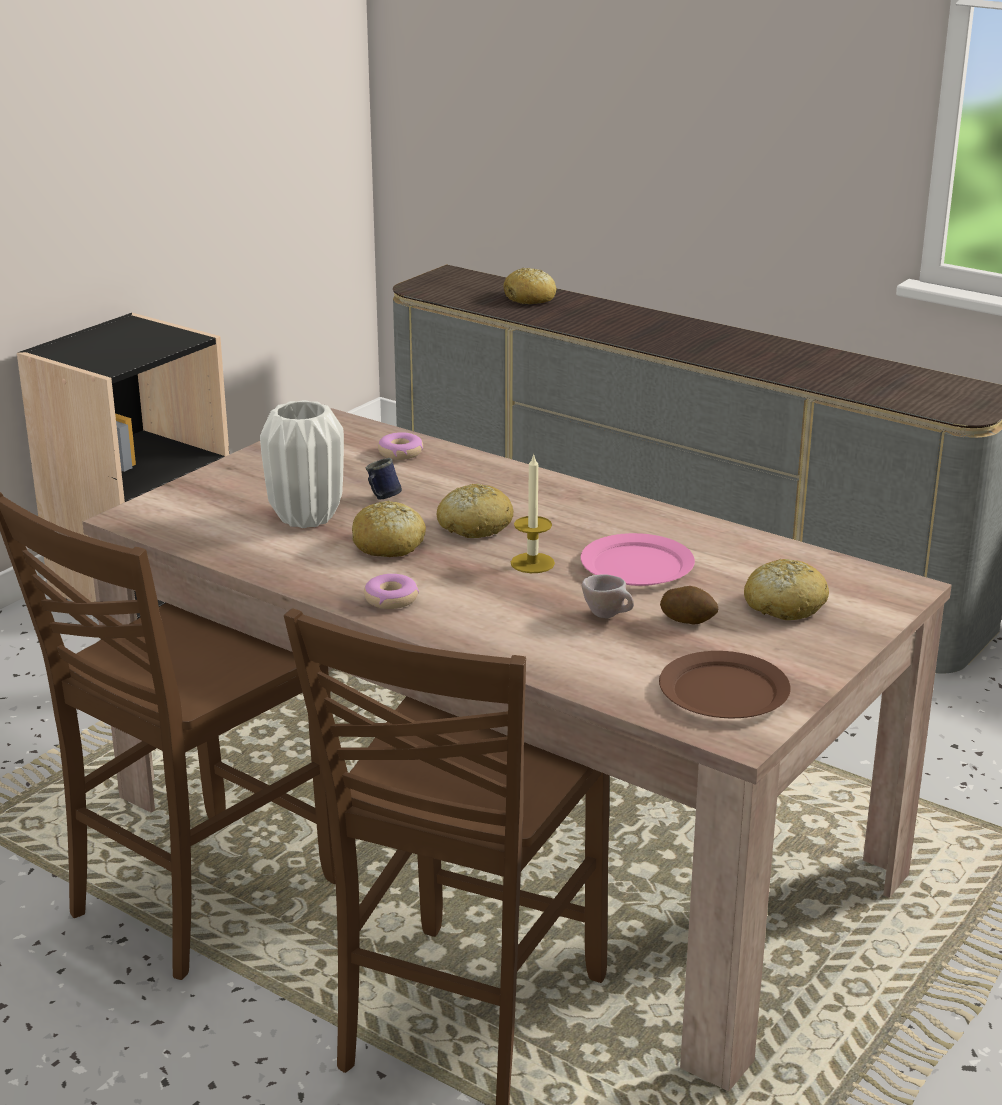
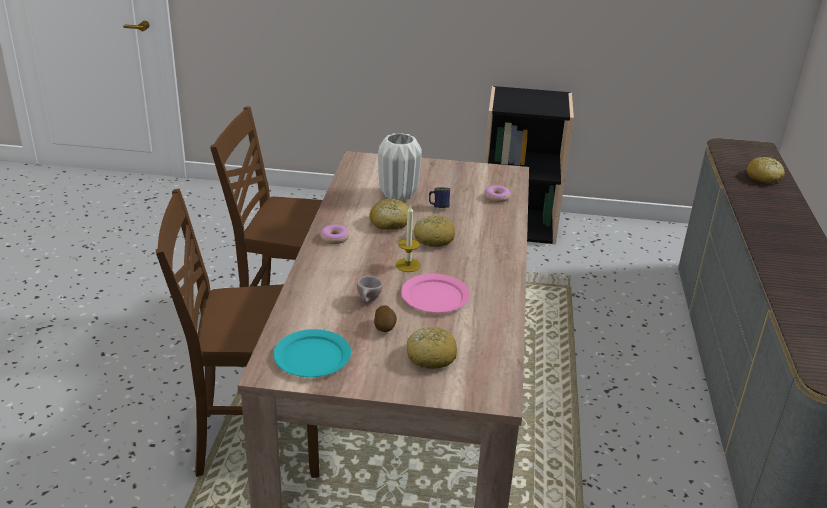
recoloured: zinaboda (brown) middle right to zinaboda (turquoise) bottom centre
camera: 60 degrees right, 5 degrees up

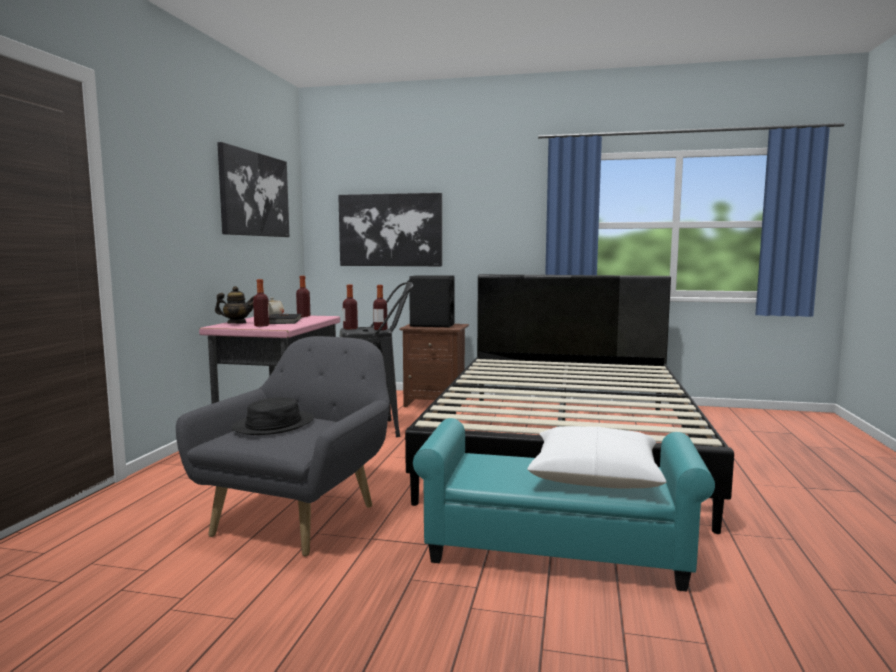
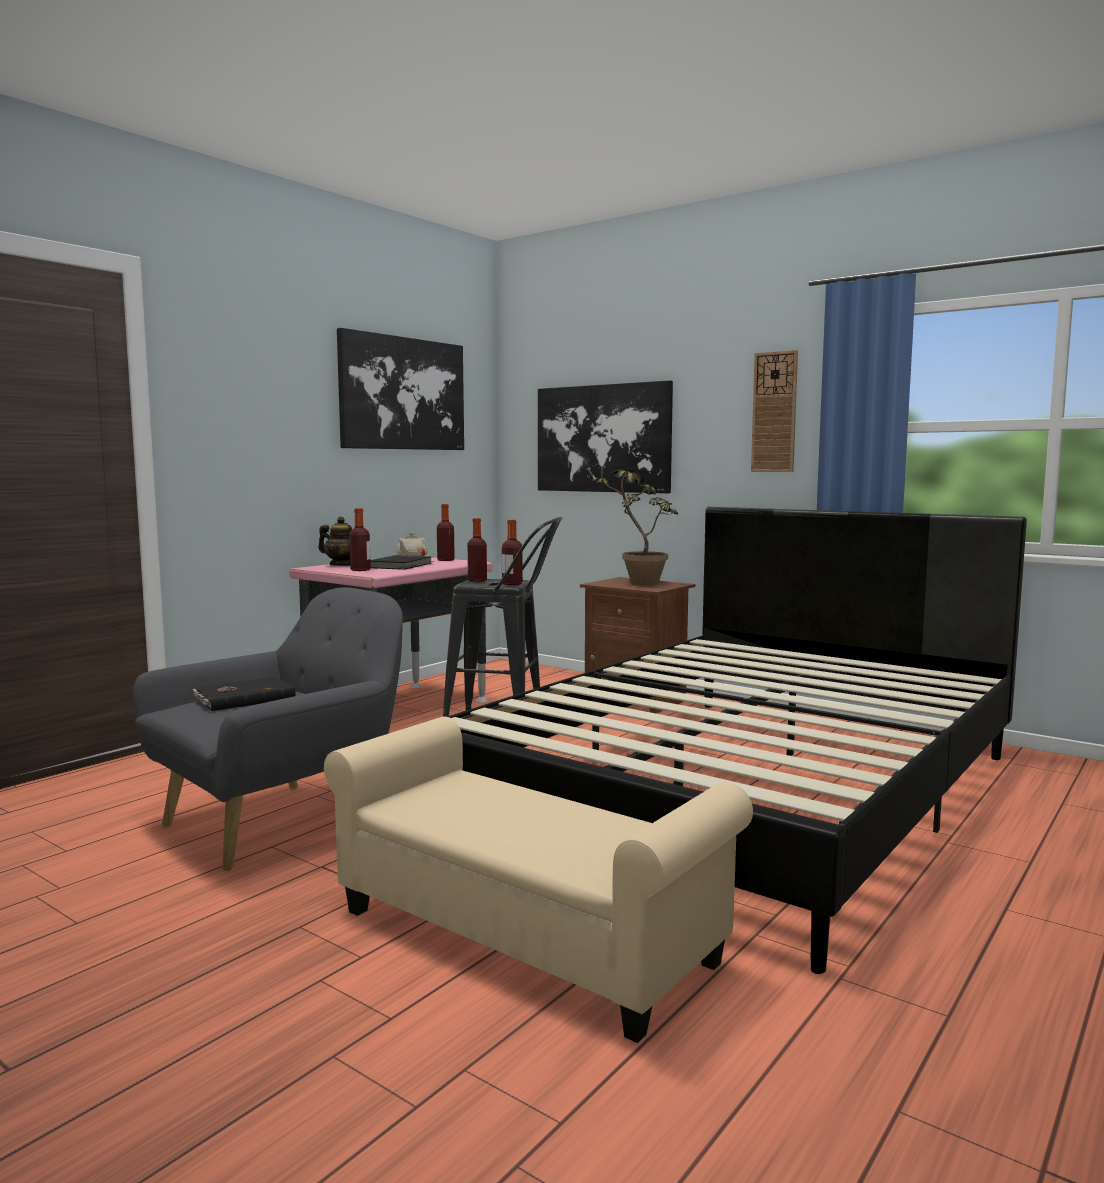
removed: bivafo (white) bottom centre
added: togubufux middle right
replaced: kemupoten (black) middle left to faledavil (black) (1st from left) middle left; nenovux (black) centre to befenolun centre
recoloured: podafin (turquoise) bottom centre to podafin (beige) bottom centre
camera: 25 degrees right, 0 degrees up

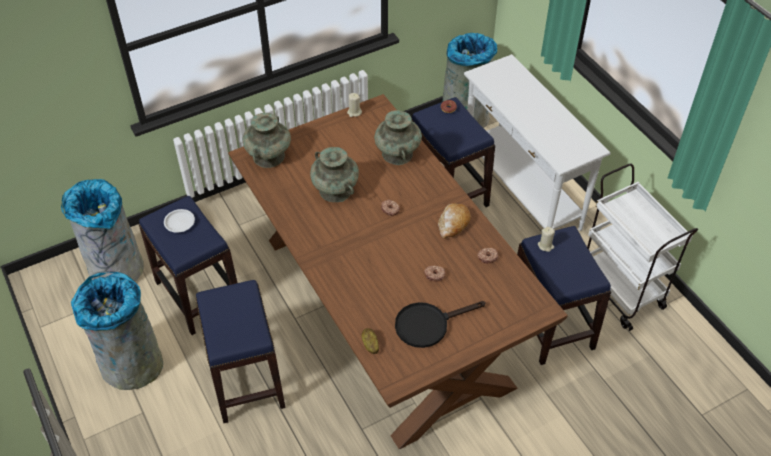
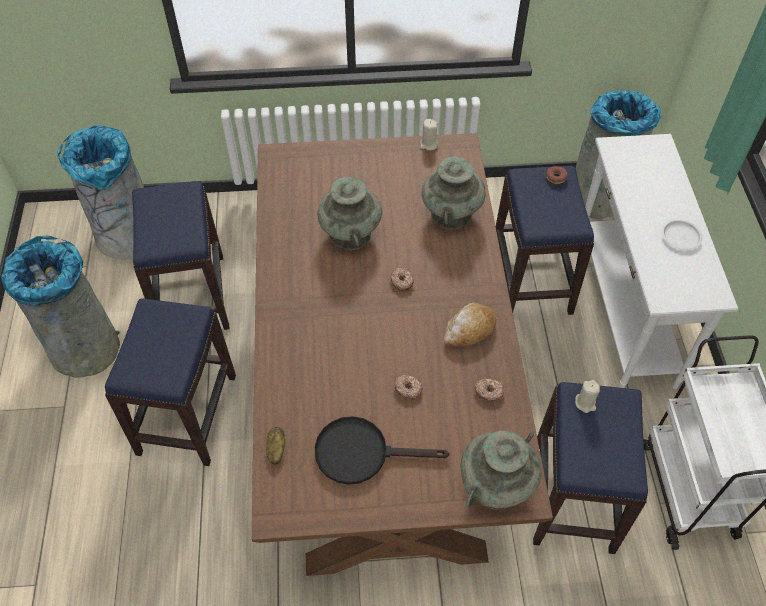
moved: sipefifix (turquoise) (1st from left in the first image) top centre to sipefifix (turquoise) (3rd from left) bottom centre; zinaboda (white) middle left to middle right
camera: 25 degrees right, 5 degrees up

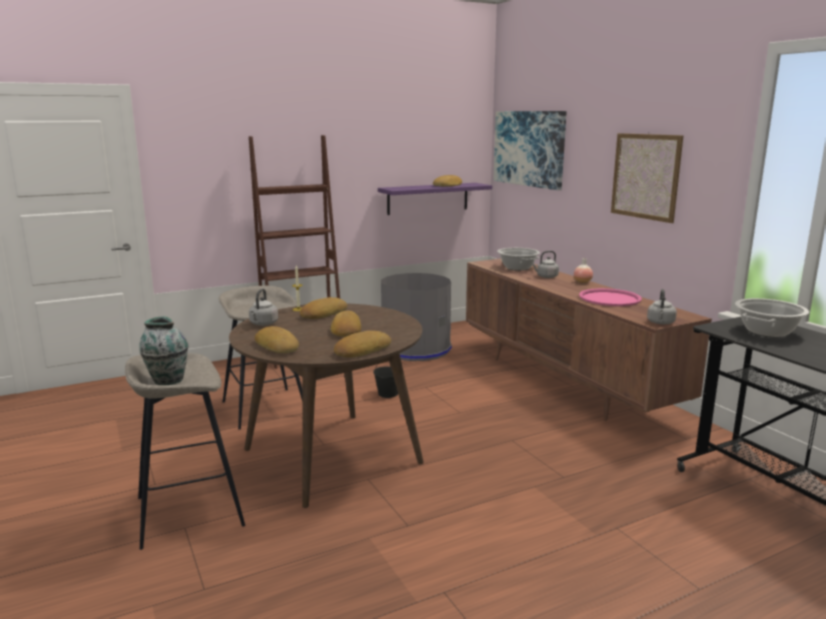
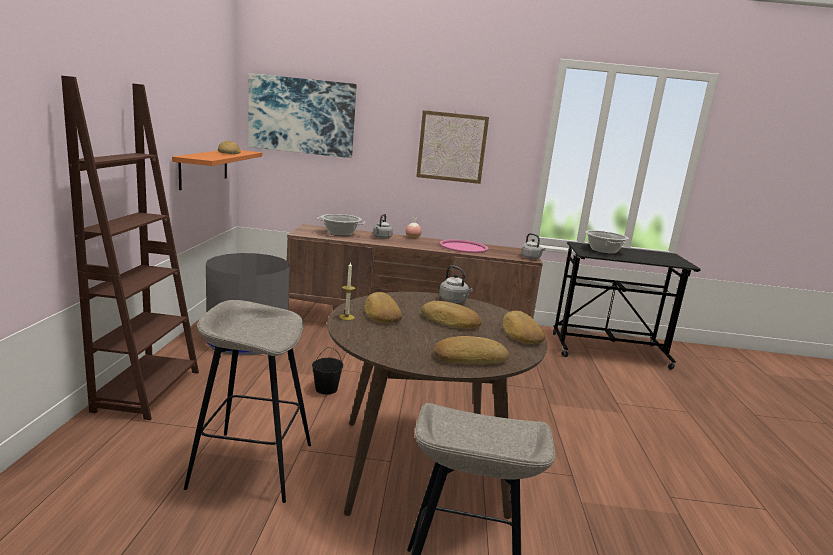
removed: sipefifix (1st from left) middle left
moved: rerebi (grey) (1st from left in the first image) middle left to rerebi (grey) (2nd from left) centre
recoloured: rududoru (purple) top centre to rududoru (orange) top left
camera: 60 degrees left, 0 degrees up

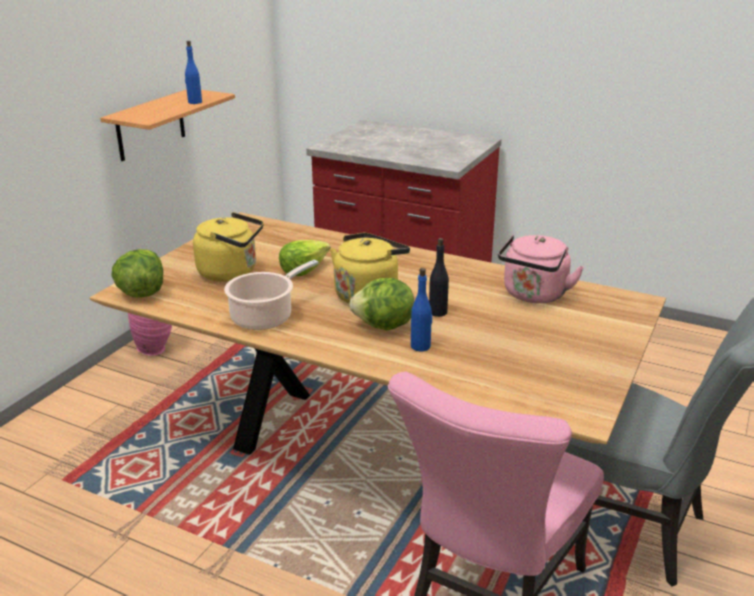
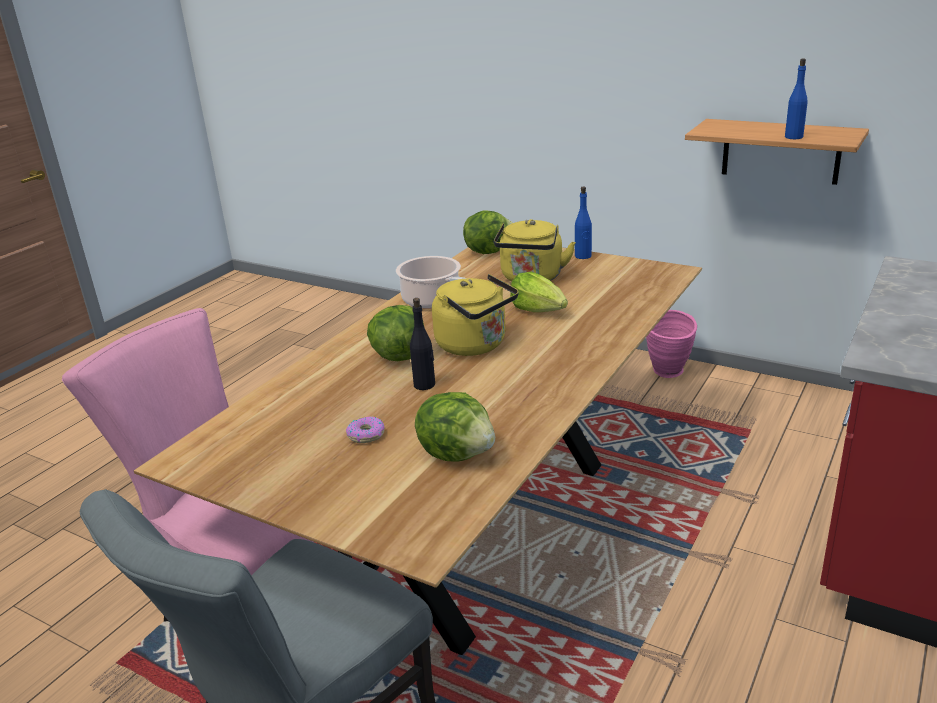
added: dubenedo centre
moved: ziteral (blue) (2nd from left in the first image) centre to ziteral (blue) (1st from left) top centre
replaced: rerebi (pink) middle right to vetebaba (2nd from left) centre
camera: 95 degrees right, 0 degrees up

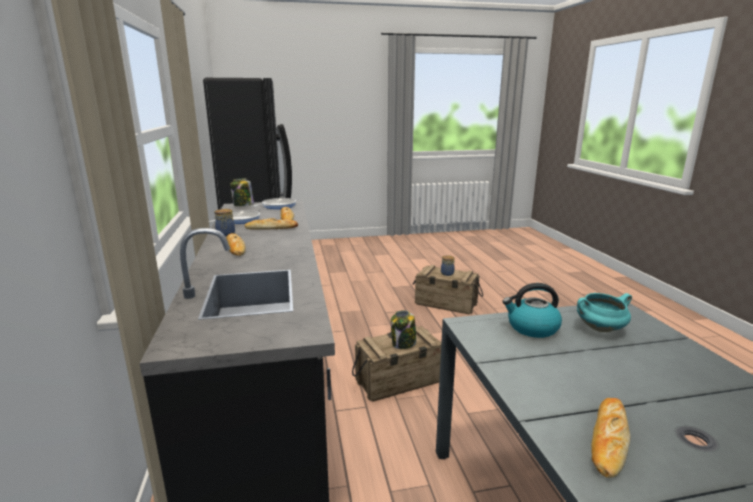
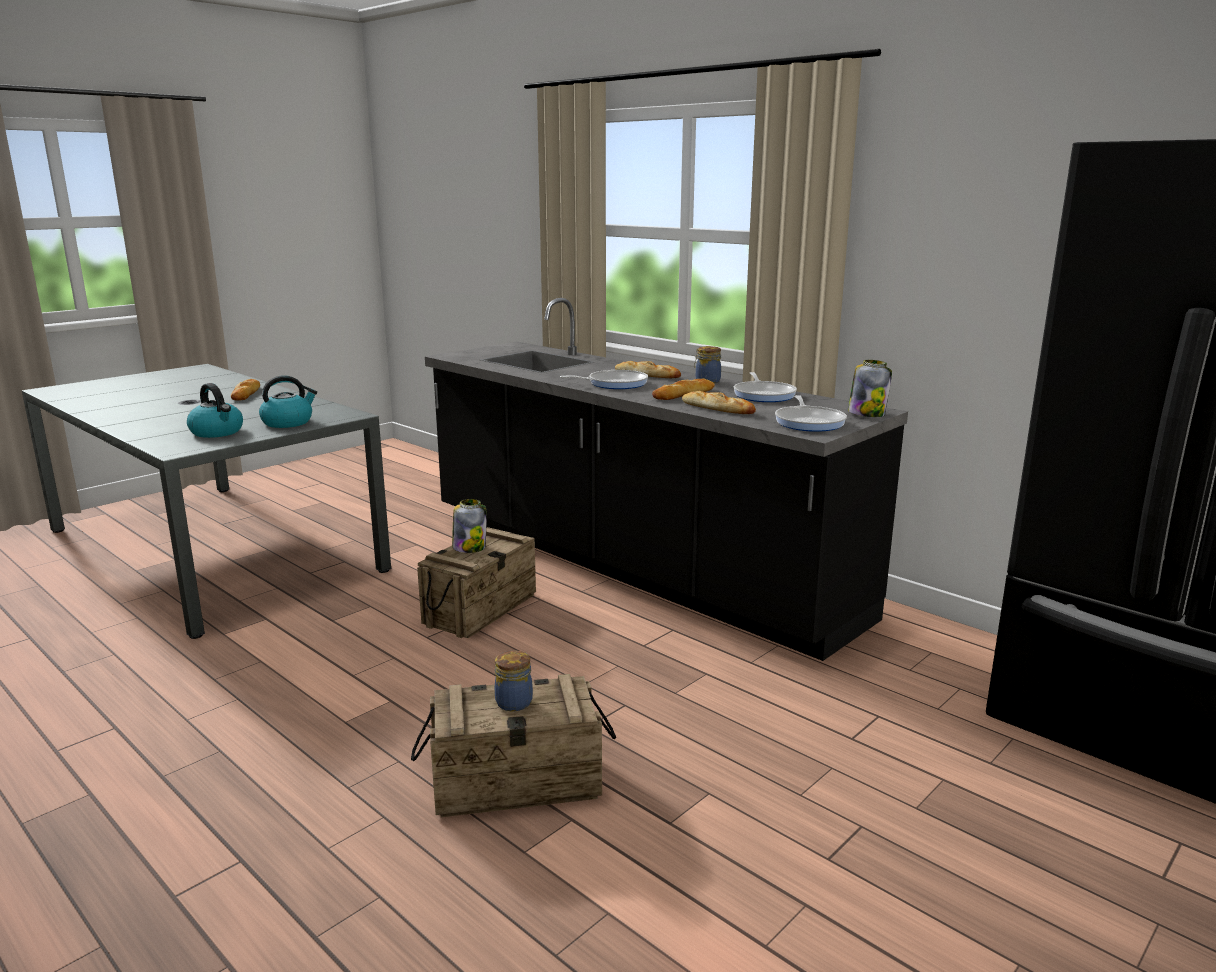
added: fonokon (1st from left) centre
replaced: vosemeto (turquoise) middle right to rerebi (1st from left) middle left
camera: 145 degrees right, 0 degrees up

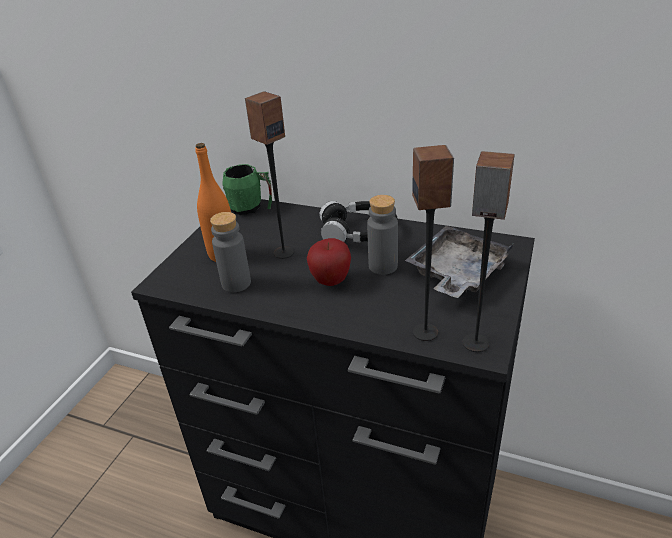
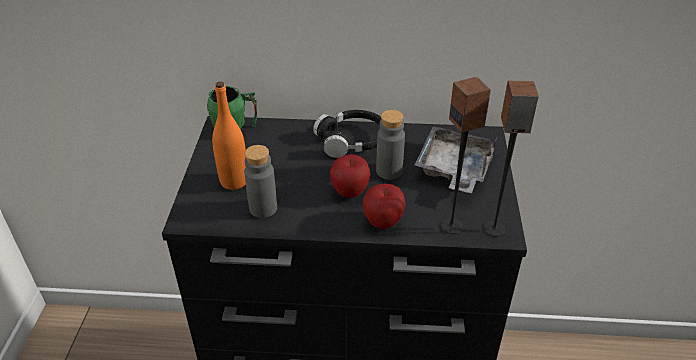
removed: nenovux (1st from left) top centre
added: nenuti (2nd from left) centre
camera: 20 degrees left, 5 degrees up

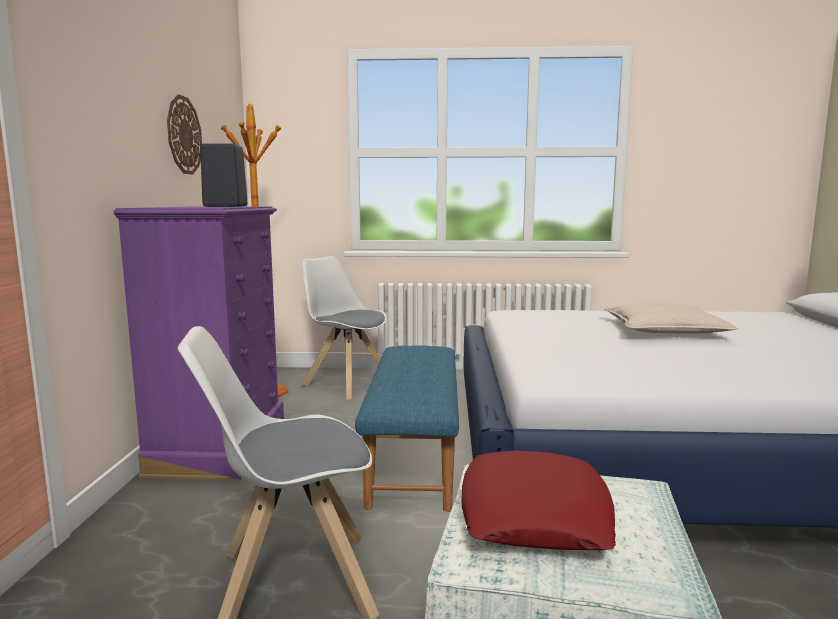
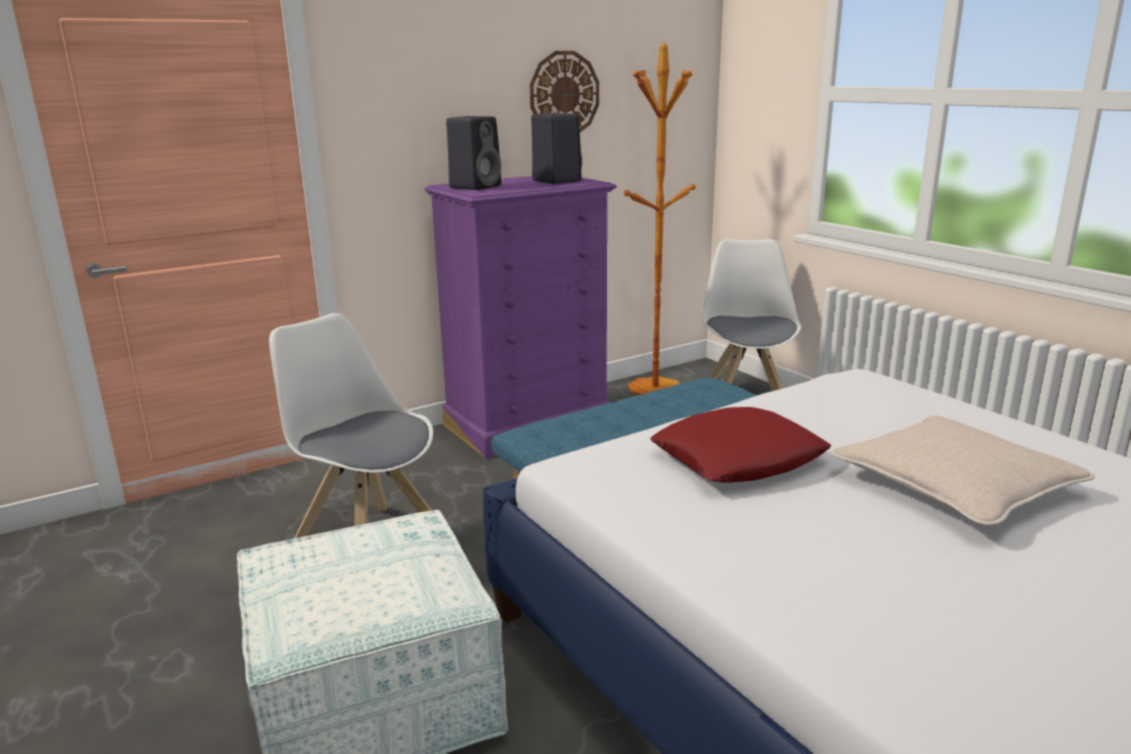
added: nenovux (black) (1st from left) top centre
moved: bivafo (red) bottom centre to centre
camera: 55 degrees right, 10 degrees up

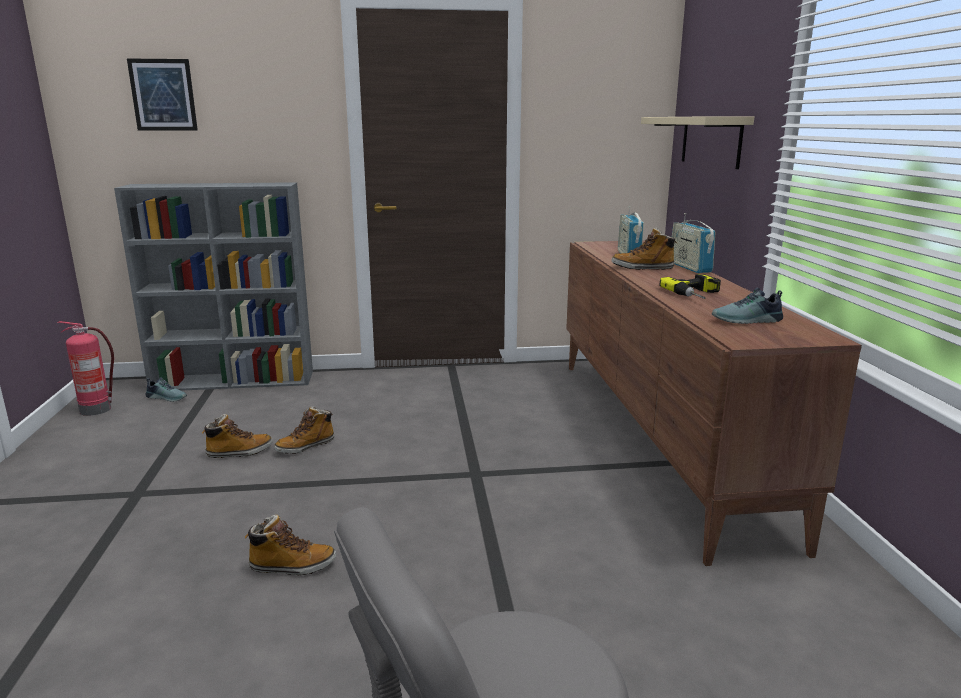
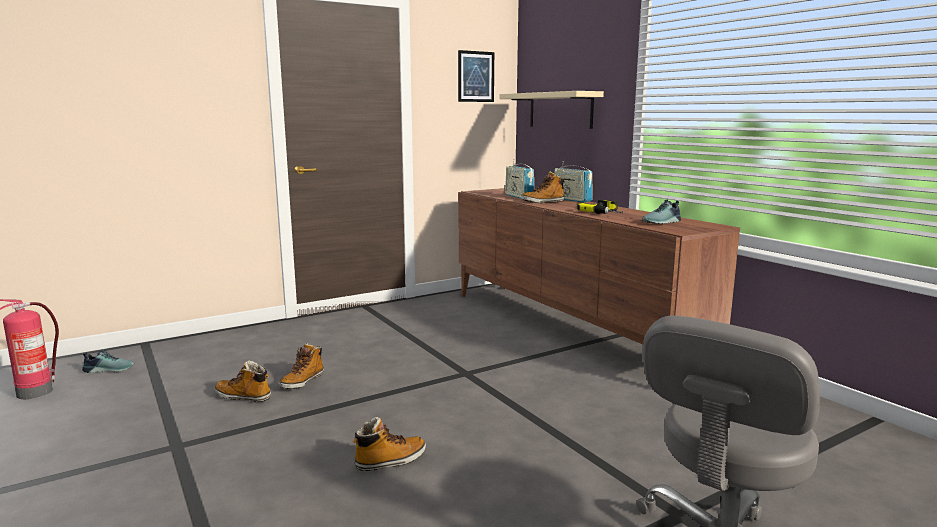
removed: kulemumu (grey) middle left
moved: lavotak top left to top centre
turned: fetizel (1st from left) middle left = bottom left 120 degrees counterclockwise
camera: 25 degrees left, 5 degrees down

